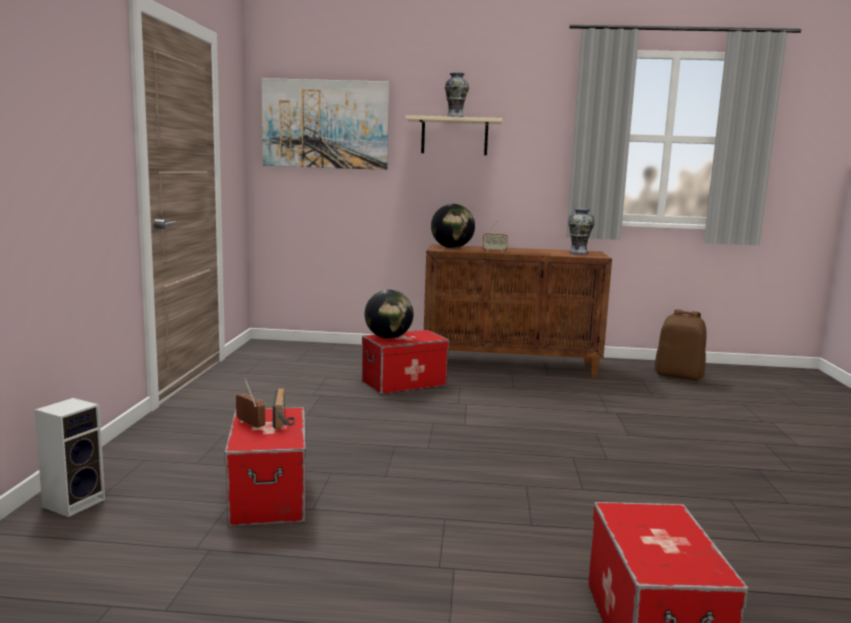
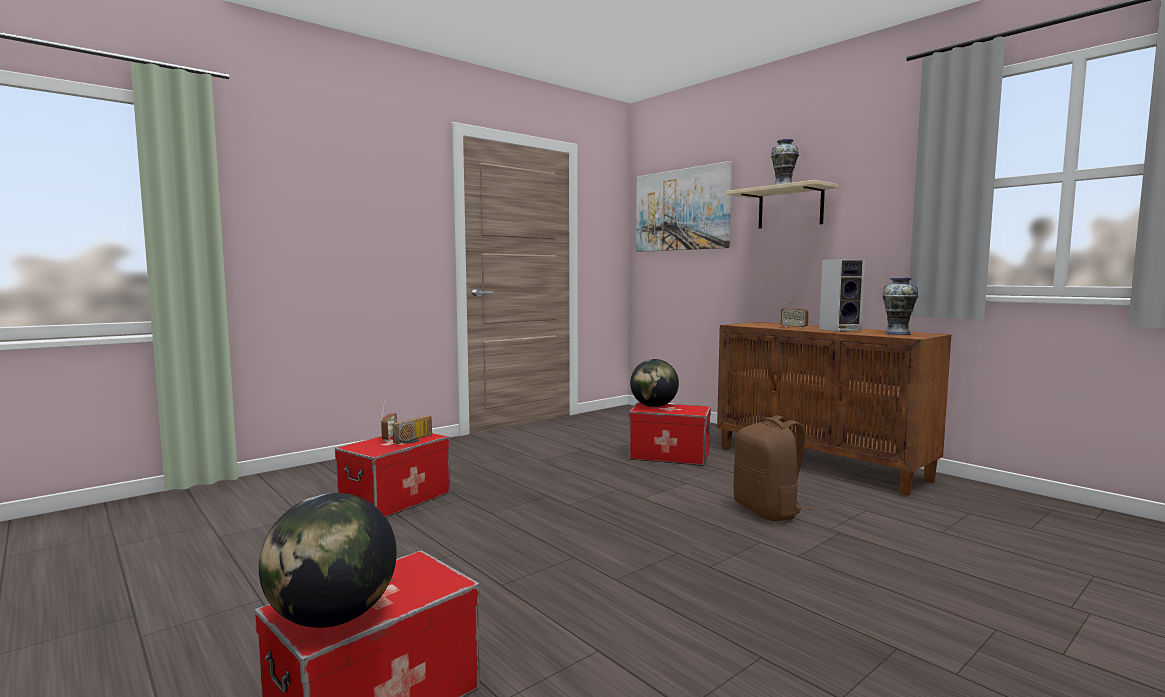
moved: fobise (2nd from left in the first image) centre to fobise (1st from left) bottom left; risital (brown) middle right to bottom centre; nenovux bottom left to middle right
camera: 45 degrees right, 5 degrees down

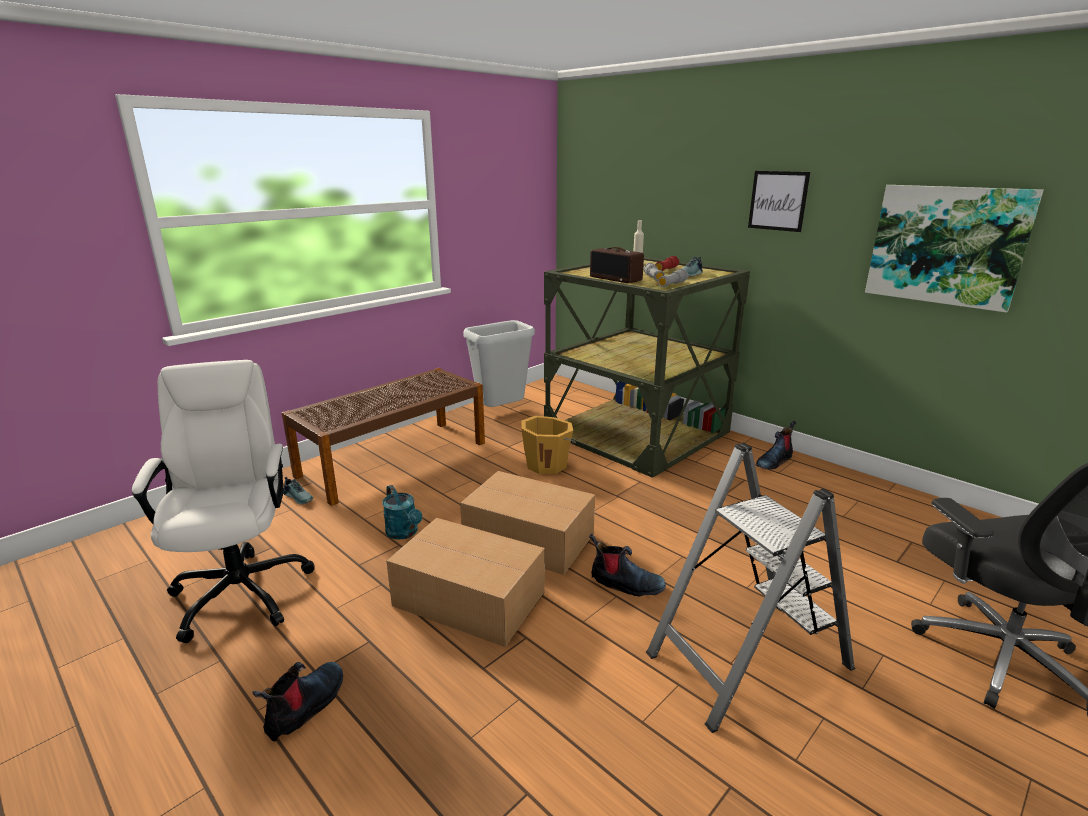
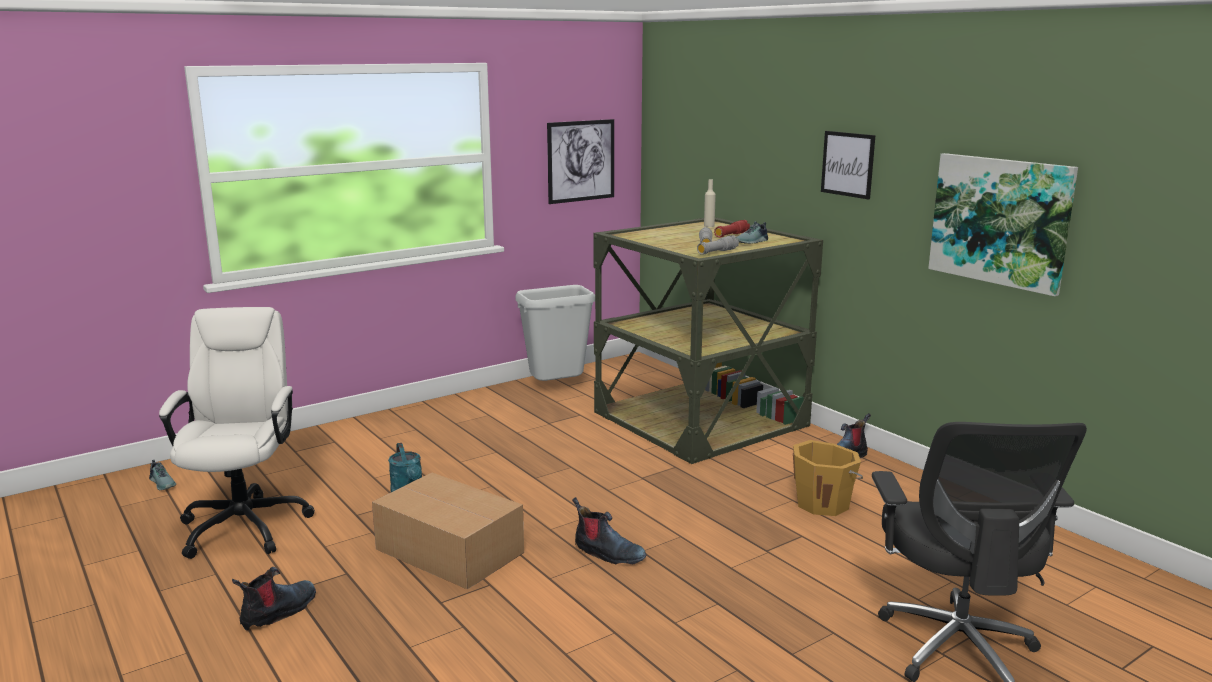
removed: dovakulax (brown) centre; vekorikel (2nd from left) centre; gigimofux top centre; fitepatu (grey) bottom right
added: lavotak (1st from left) top centre
moved: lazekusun (1st from left) middle left to bottom left; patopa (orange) centre to bottom right
camera: 10 degrees right, 5 degrees down

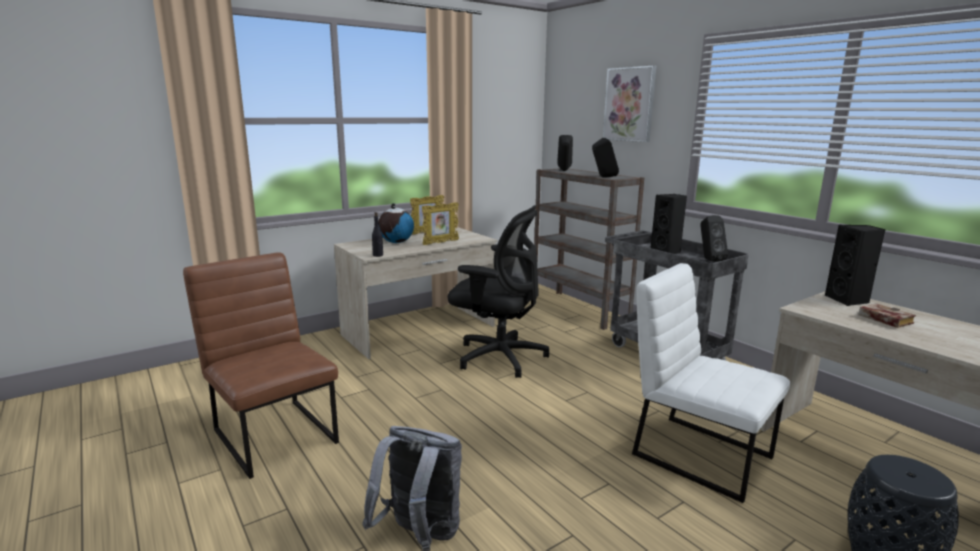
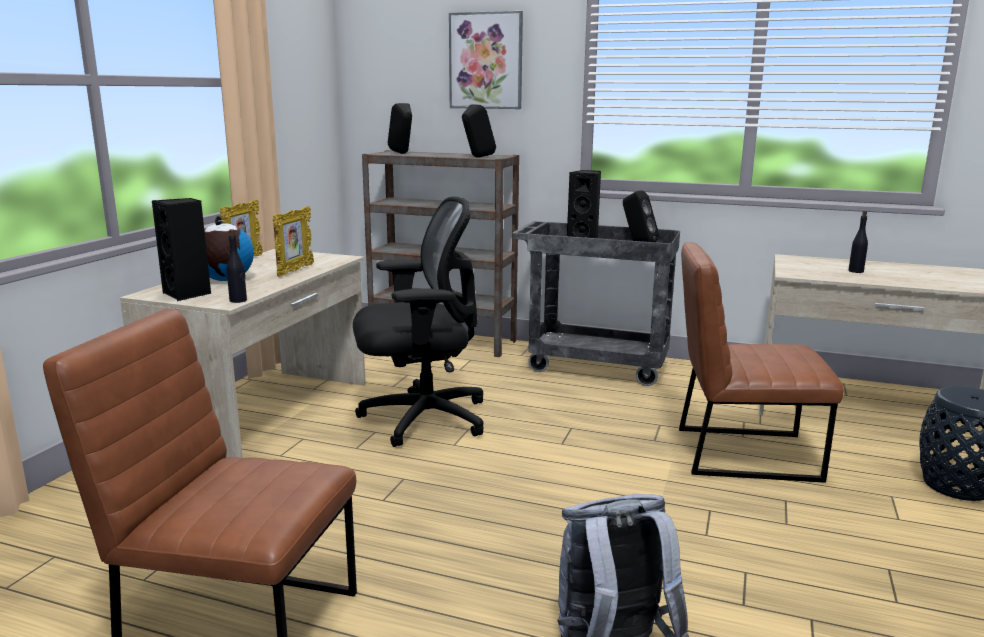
moved: nenovux (black) (5th from left in the first image) middle right to nenovux (black) (1st from left) middle left
replaced: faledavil middle right to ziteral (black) (2nd from left) middle right
recoloured: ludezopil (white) bottom right to ludezopil (brown) (2nd from left) middle right
camera: 35 degrees left, 0 degrees up

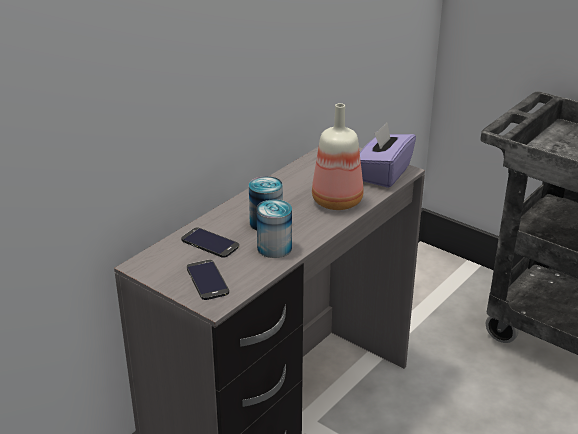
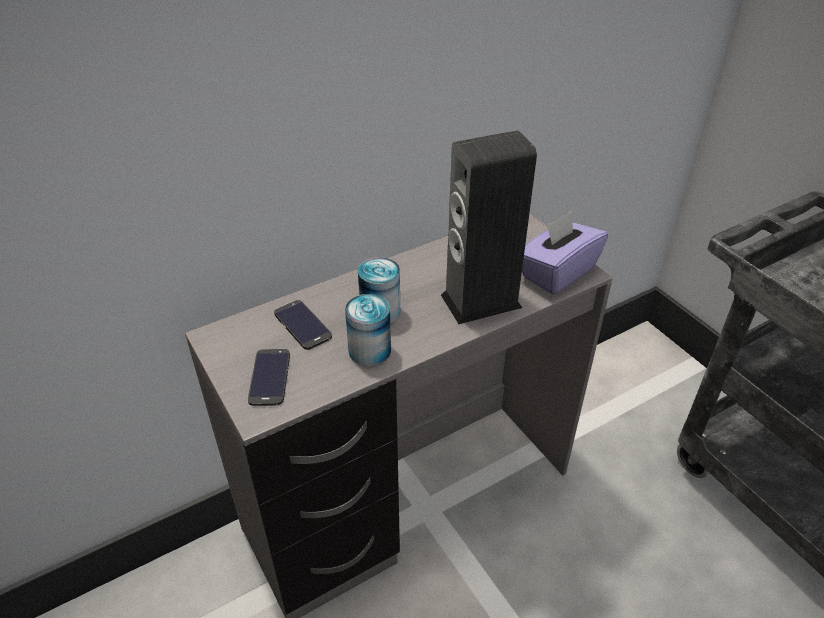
replaced: ziteral centre to nenovux centre
camera: 20 degrees right, 10 degrees up

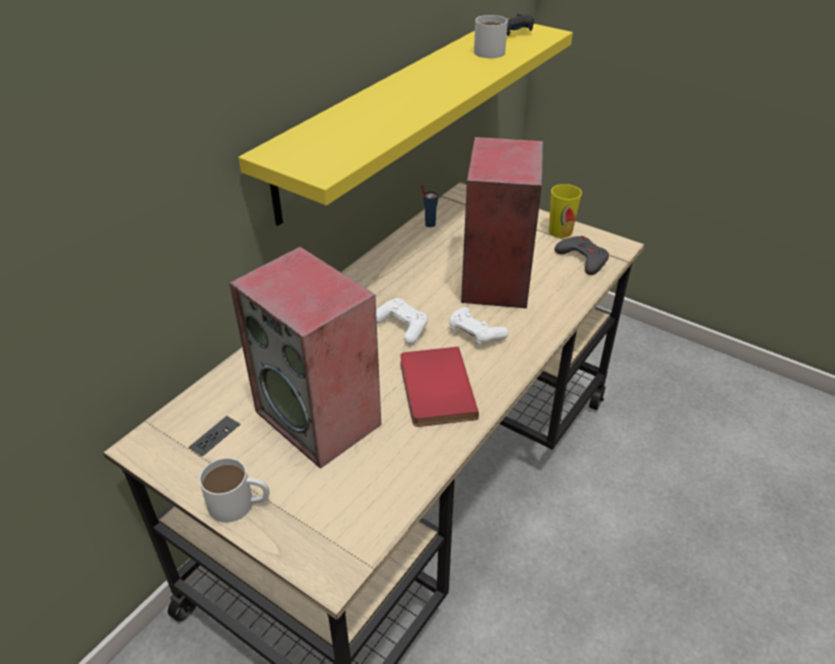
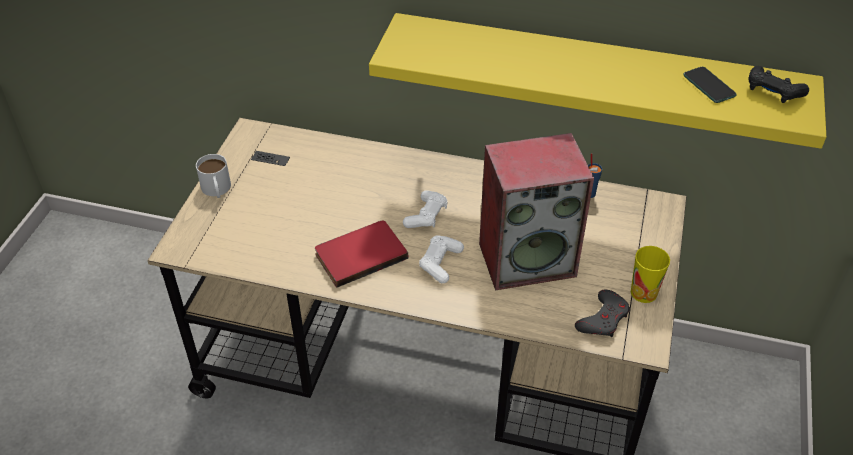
removed: nenovux (1st from left) centre
replaced: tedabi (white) (2nd from left) top centre to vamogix top right
camera: 70 degrees right, 5 degrees up

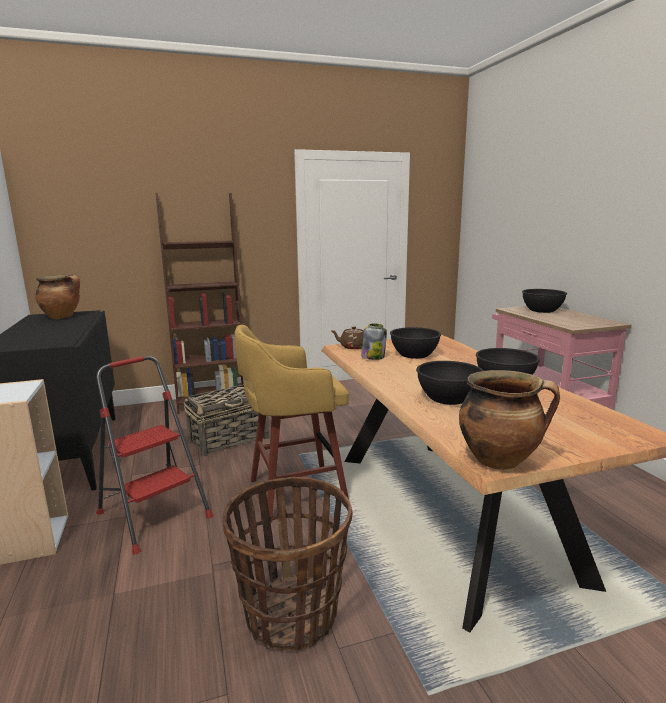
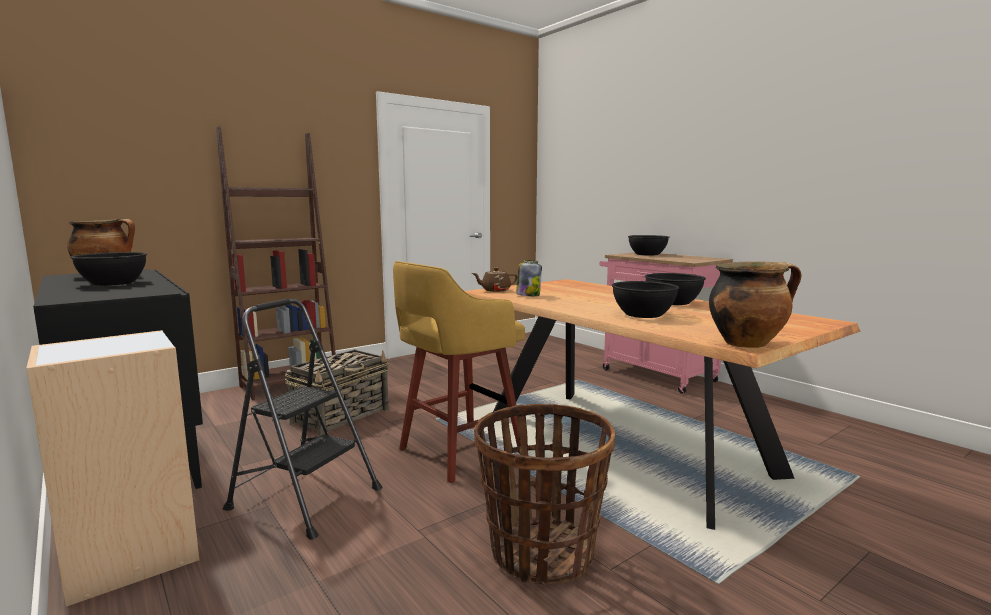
moved: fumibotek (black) (1st from left) centre to middle left
recoloured: fitepatu (red) middle left to fitepatu (black) bottom left
camera: 20 degrees left, 5 degrees down

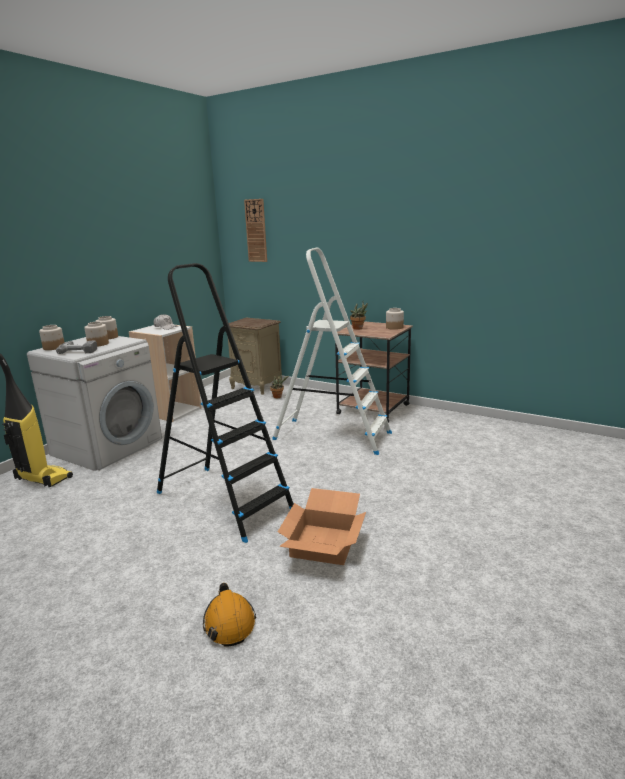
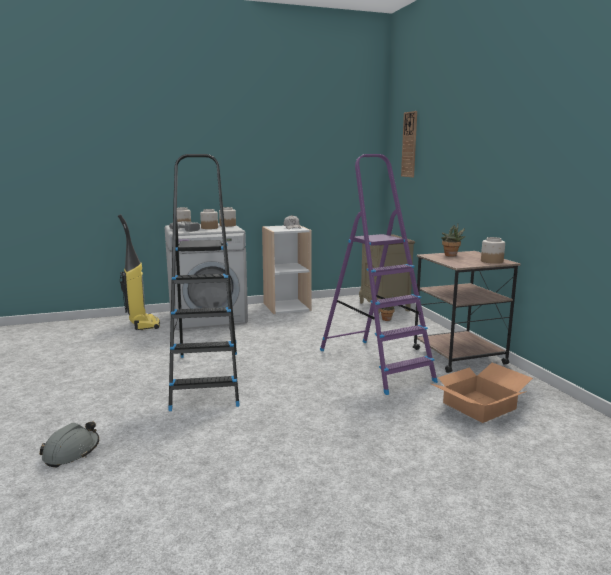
moved: vekorikel bottom centre to bottom right
recoloured: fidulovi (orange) bottom centre to fidulovi (grey) bottom left; fitepatu (white) centre to fitepatu (purple) centre
camera: 40 degrees right, 5 degrees down

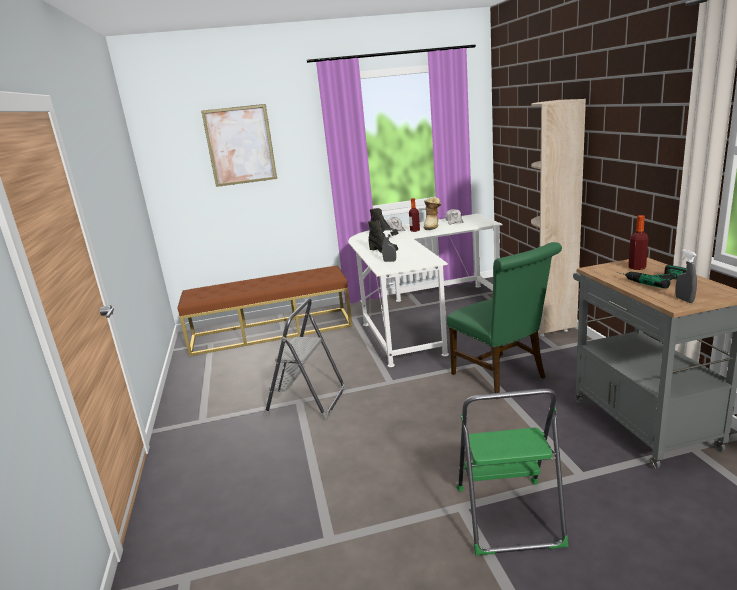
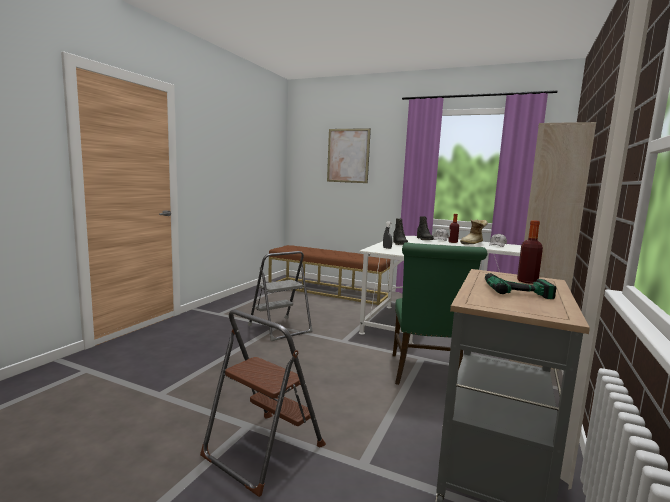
removed: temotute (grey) (2nd from left) middle right
recoloured: fitepatu (green) bottom right to fitepatu (brown) bottom centre
camera: 35 degrees right, 10 degrees down

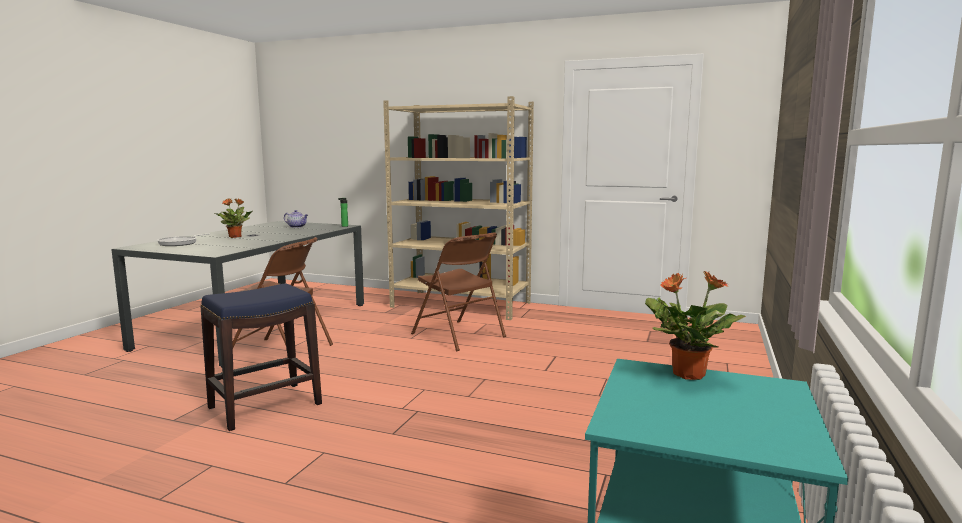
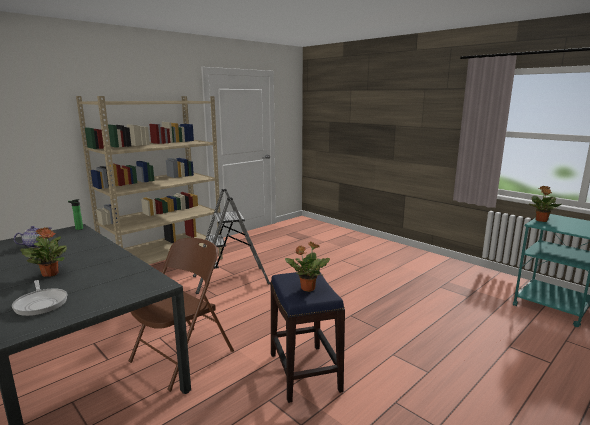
added: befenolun (2nd from left) centre
replaced: ludezopil (brown) (2nd from left) centre to fitepatu (grey) centre
camera: 65 degrees left, 5 degrees up

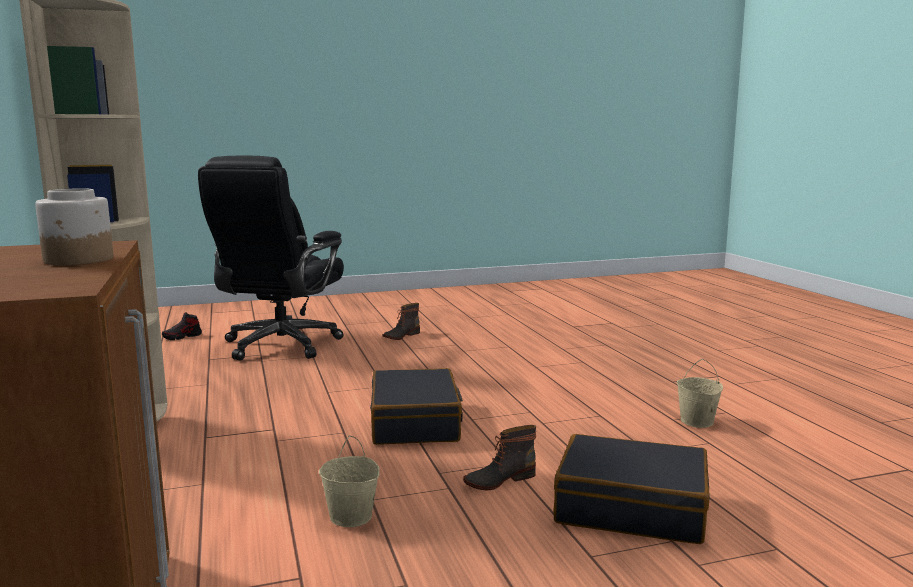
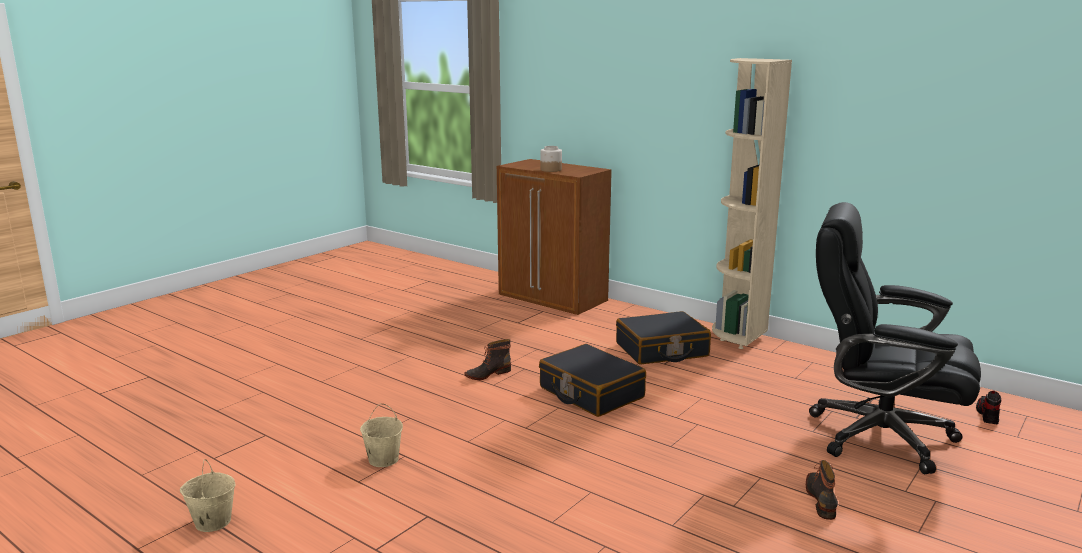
moved: patopa (beige) (1st from left) bottom centre to bottom left; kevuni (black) (2nd from left) bottom right to centre
turned: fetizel (2nd from left in the first image) bottom centre = centre 150 degrees counterclockwise; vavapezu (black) middle left = middle right 45 degrees counterclockwise
camera: 145 degrees right, 5 degrees up

